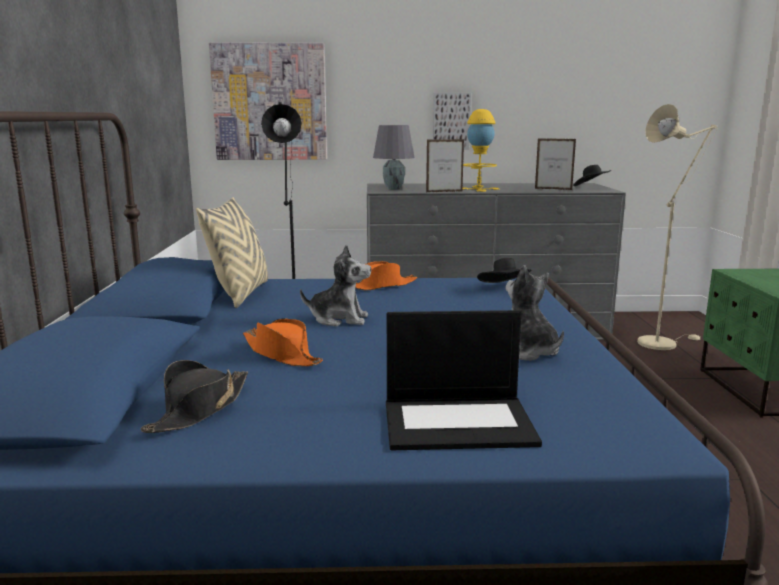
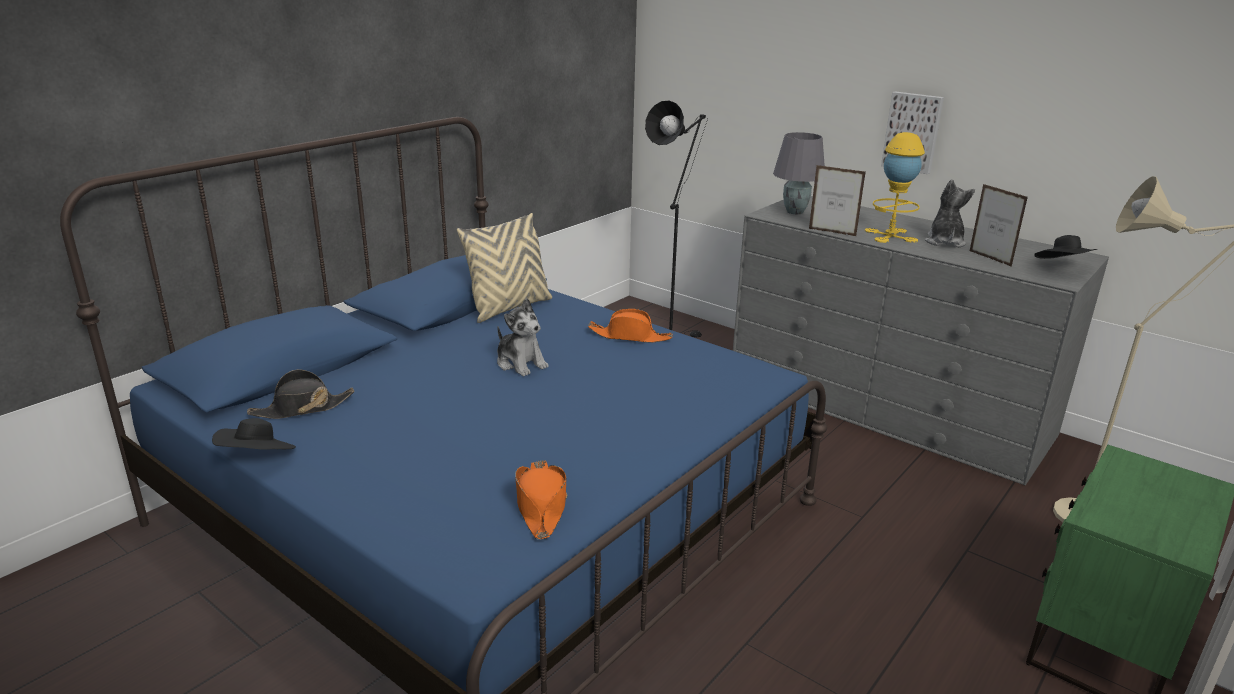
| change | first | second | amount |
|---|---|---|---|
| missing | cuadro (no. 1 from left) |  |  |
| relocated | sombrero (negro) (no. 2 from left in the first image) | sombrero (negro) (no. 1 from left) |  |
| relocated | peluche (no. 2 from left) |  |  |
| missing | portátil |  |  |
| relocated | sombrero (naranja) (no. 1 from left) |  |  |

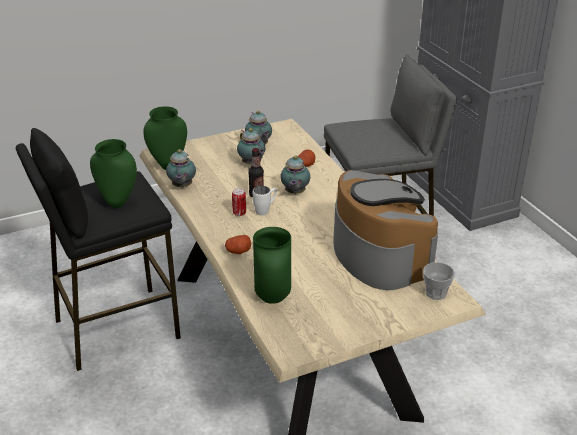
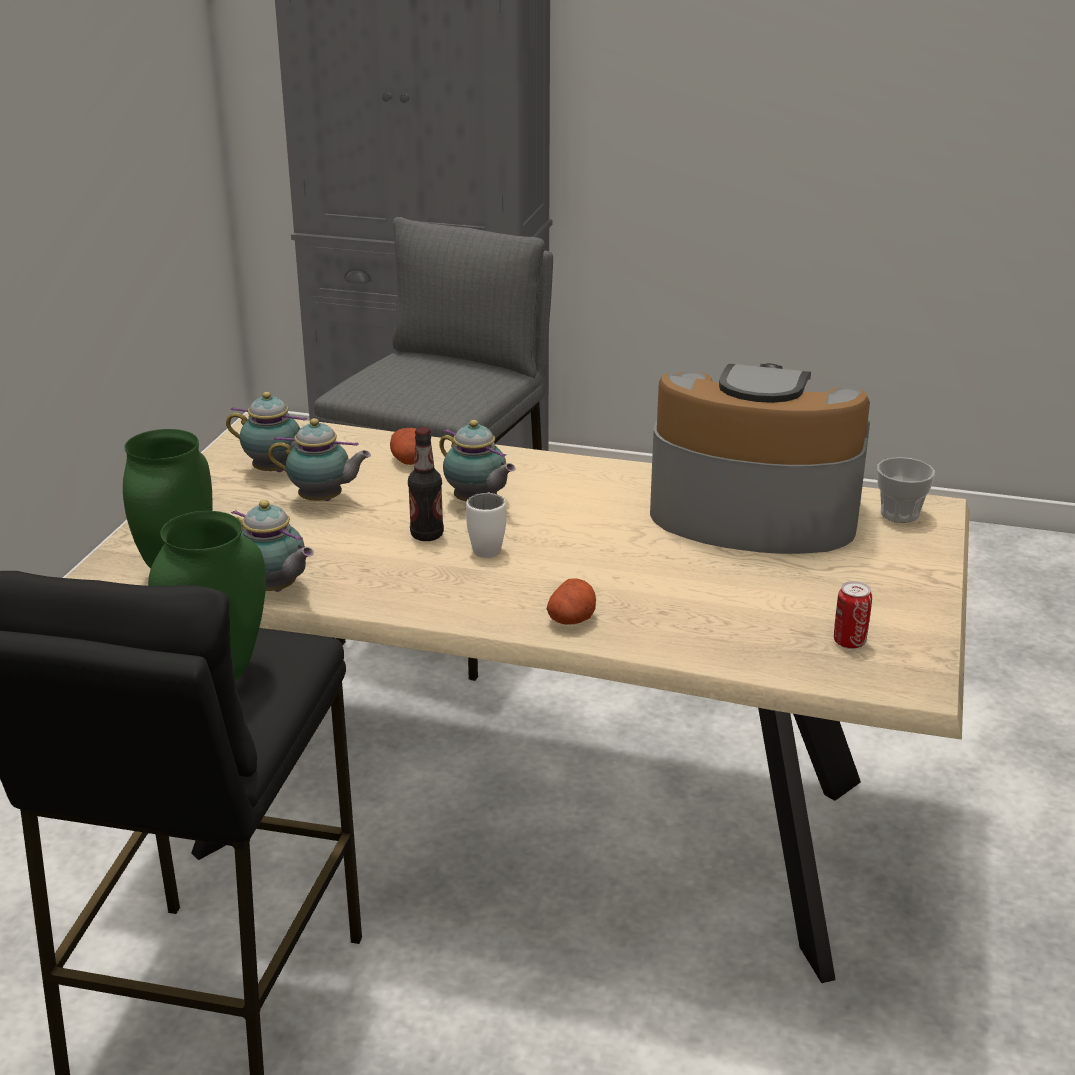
| change | first | second | amount |
|---|---|---|---|
| relocated | lata |  |  |
| missing | florero (verde) (no. 3 from left) |  |  |

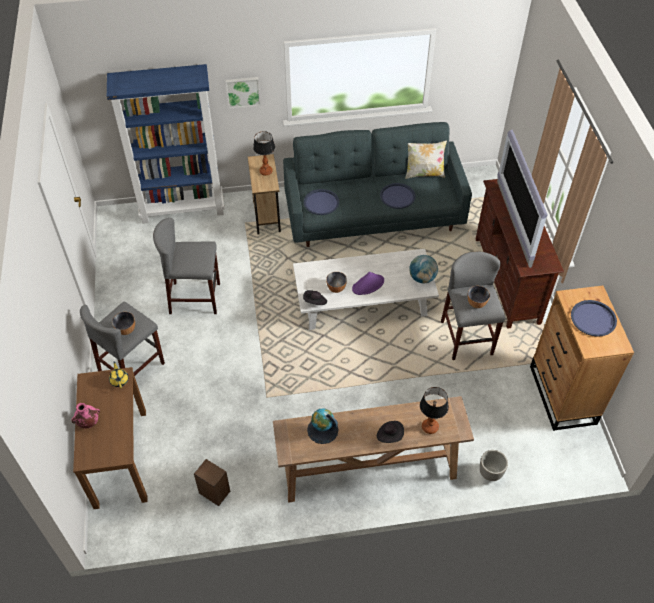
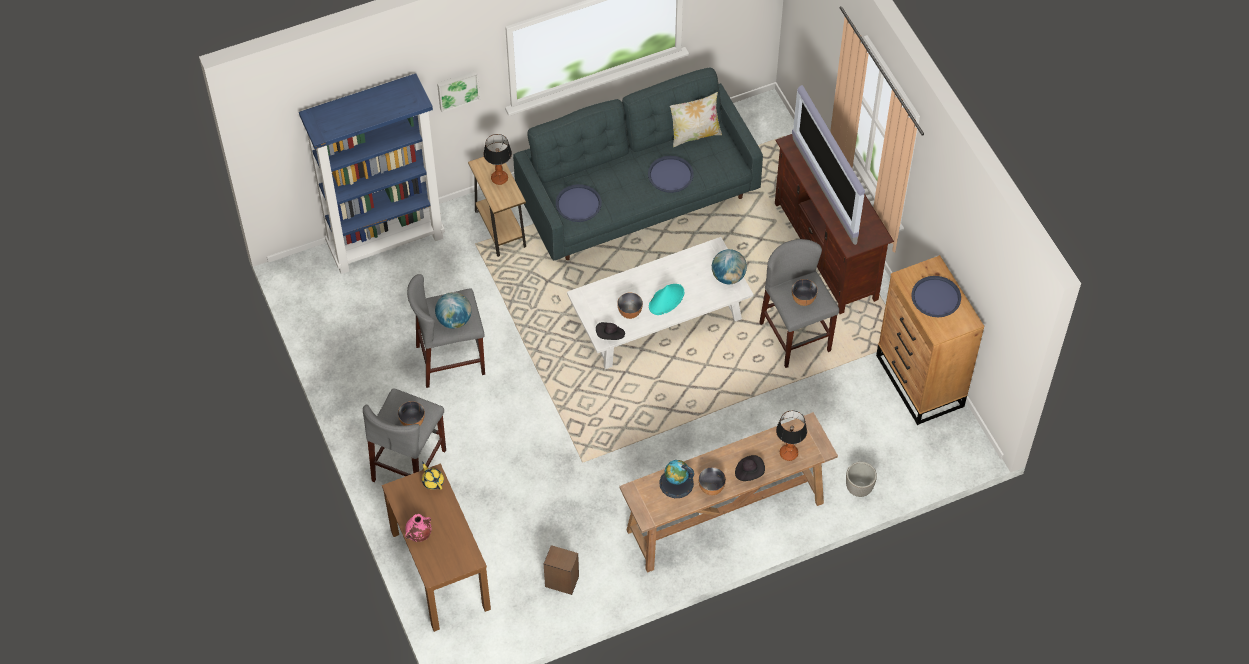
| change | first | second | amount |
|---|---|---|---|
| colour | sombrero (morado) | sombrero (turquesa) |  |
| appeared |  | globo terráqueo (no. 1 from left) |  |
| appeared |  | cuenco (no. 3 from left) |  |

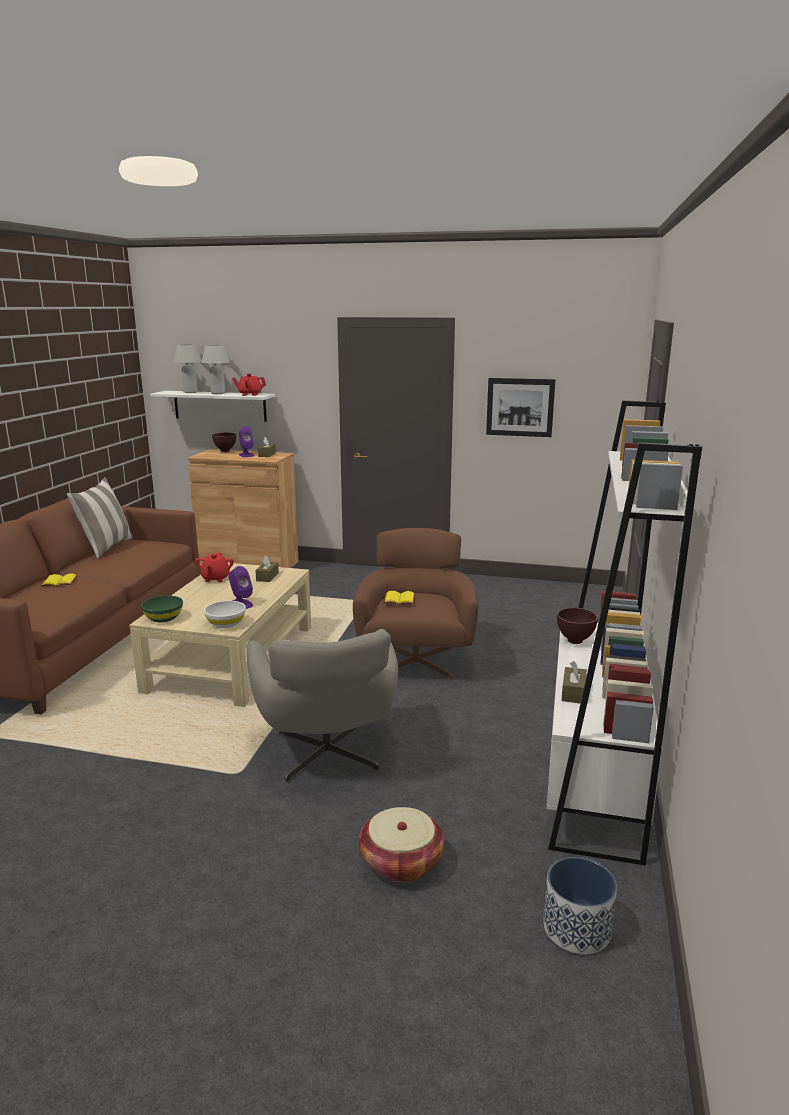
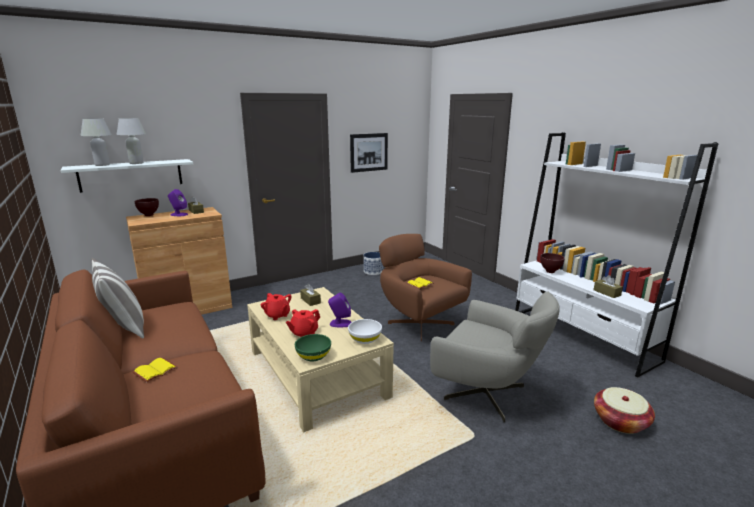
| change | first | second | amount |
|---|---|---|---|
| relocated | tetera (rojo) (no. 2 from left) |  |  |
| relocated | maceta |  |  |

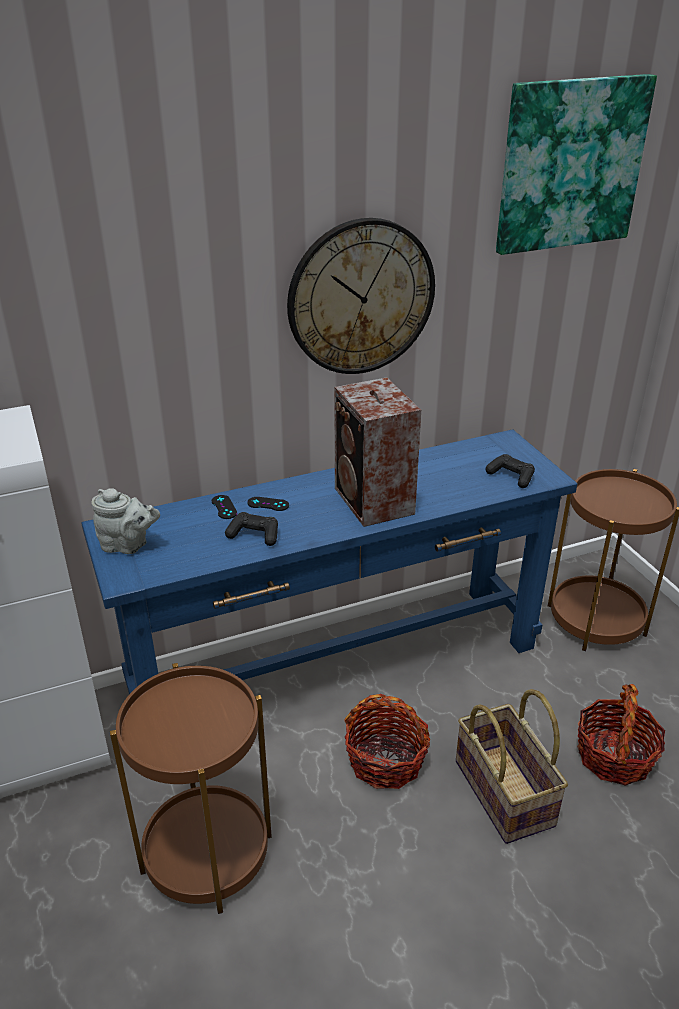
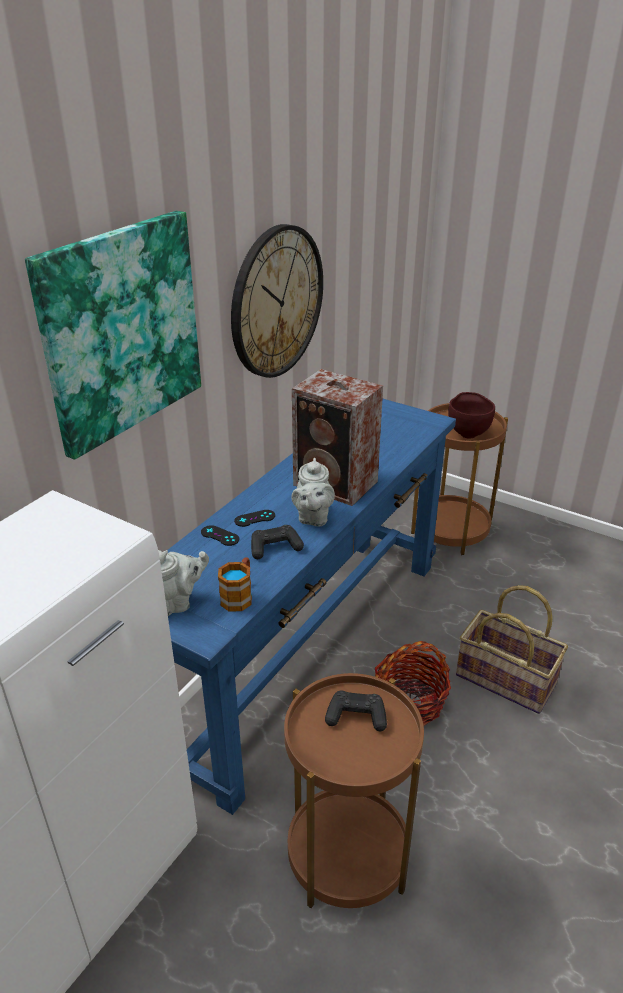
| change | first | second | amount |
|---|---|---|---|
| relocated | cuadro |  |  |
| relocated | mando de consola (negro) (no. 4 from left) |  |  |
| missing | cesta (no. 3 from left) |  |  |
| appeared |  | cuenco (marrón) |  |
| appeared |  | tetera (gris) (no. 2 from left) |  |
| appeared |  | taza grande |  |

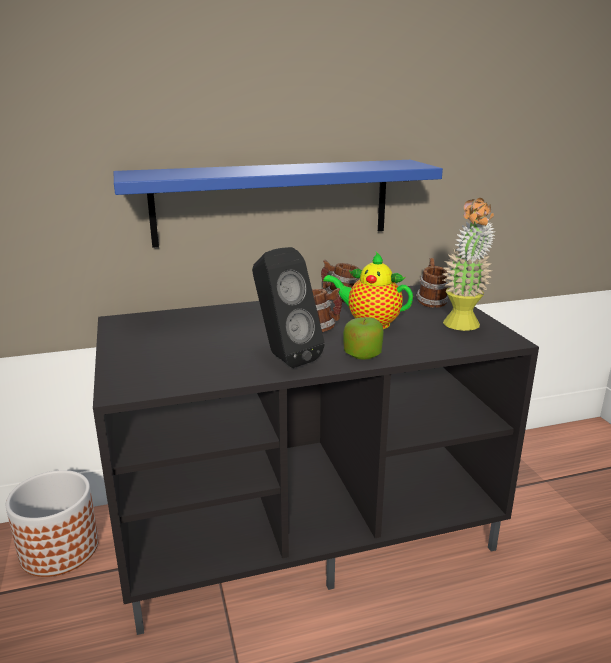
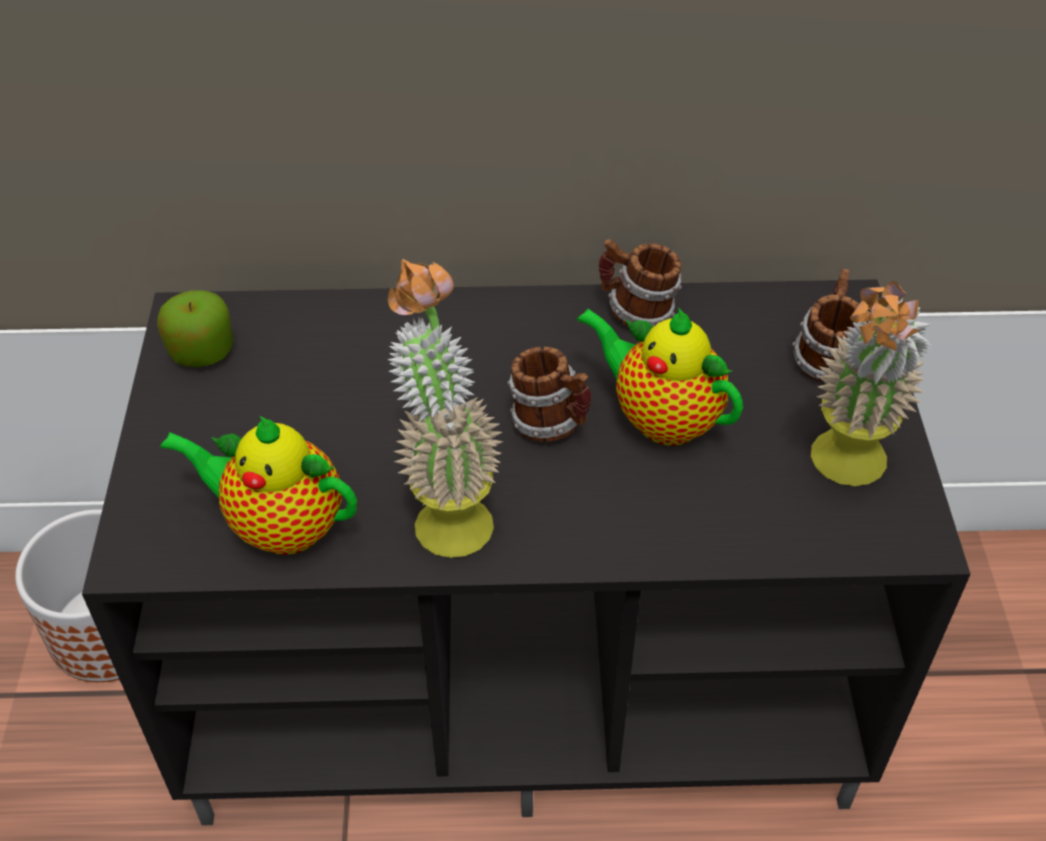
| change | first | second | amount |
|---|---|---|---|
| missing | estante (azul) |  |  |
| exchanged | altavoz (negro) | planta en maceta (no. 1 from left) |  |
| relocated | manzana |  |  |
| appeared |  | tetera (no. 1 from left) |  |

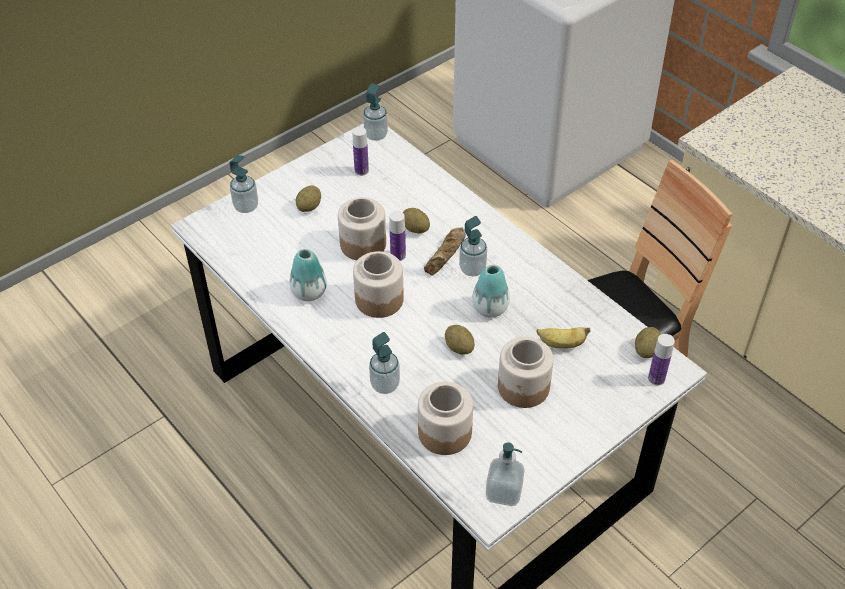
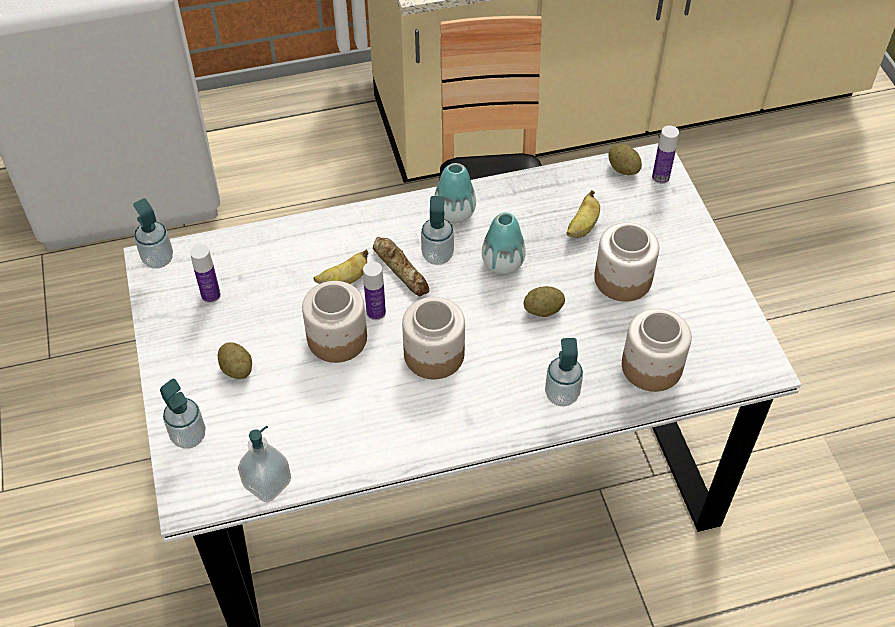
| change | first | second | amount |
|---|---|---|---|
| exchanged | patata (no. 2 from left) | plátano (no. 1 from left) |  |
| relocated | florero (no. 1 from left) |  |  |
| relocated | dispensador de jabón (no. 5 from left in the first image) | dispensador de jabón (no. 3 from left) |  |

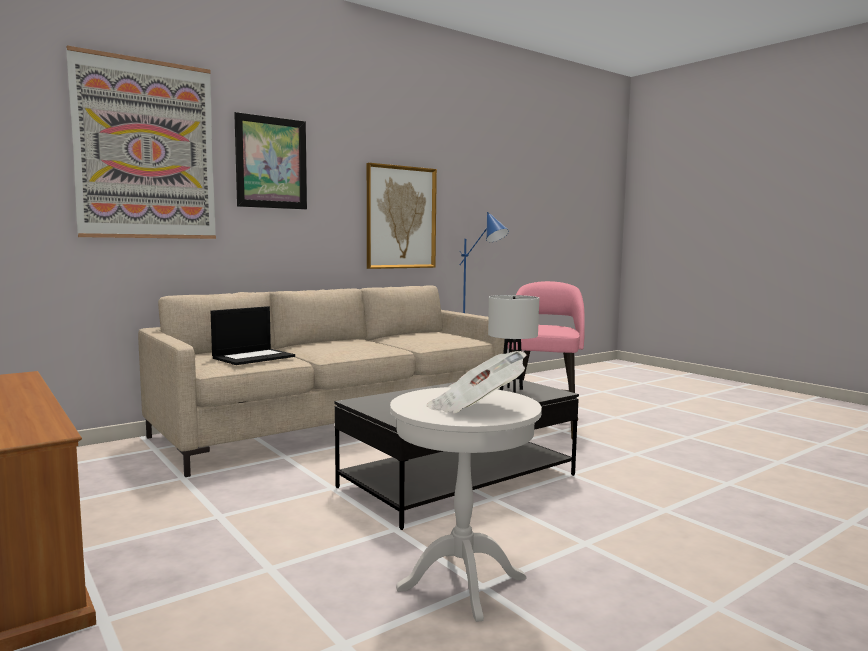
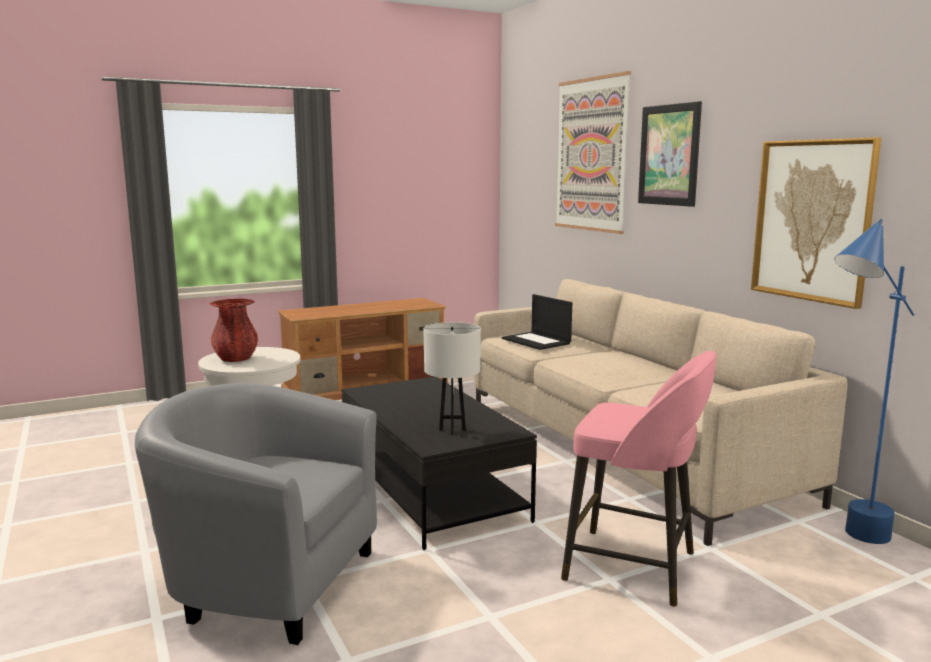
| change | first | second | amount |
|---|---|---|---|
| exchanged | periódico | florero (rojo) |  |
| appeared |  | sillón (gris) |  |

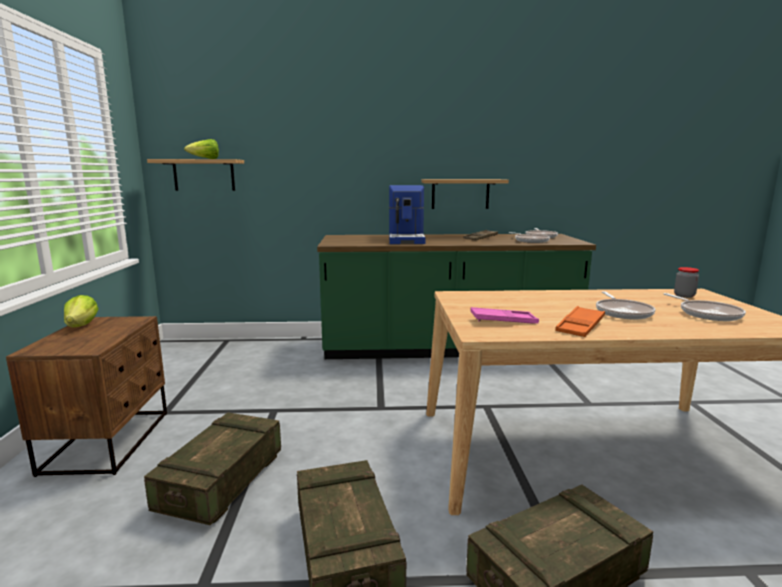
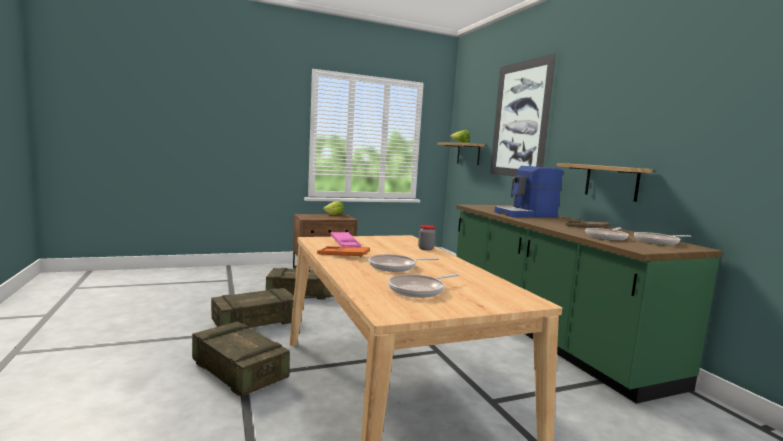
| change | first | second | amount |
|---|---|---|---|
| relocated | tarro |  |  |
| appeared |  | cuadro |  |

